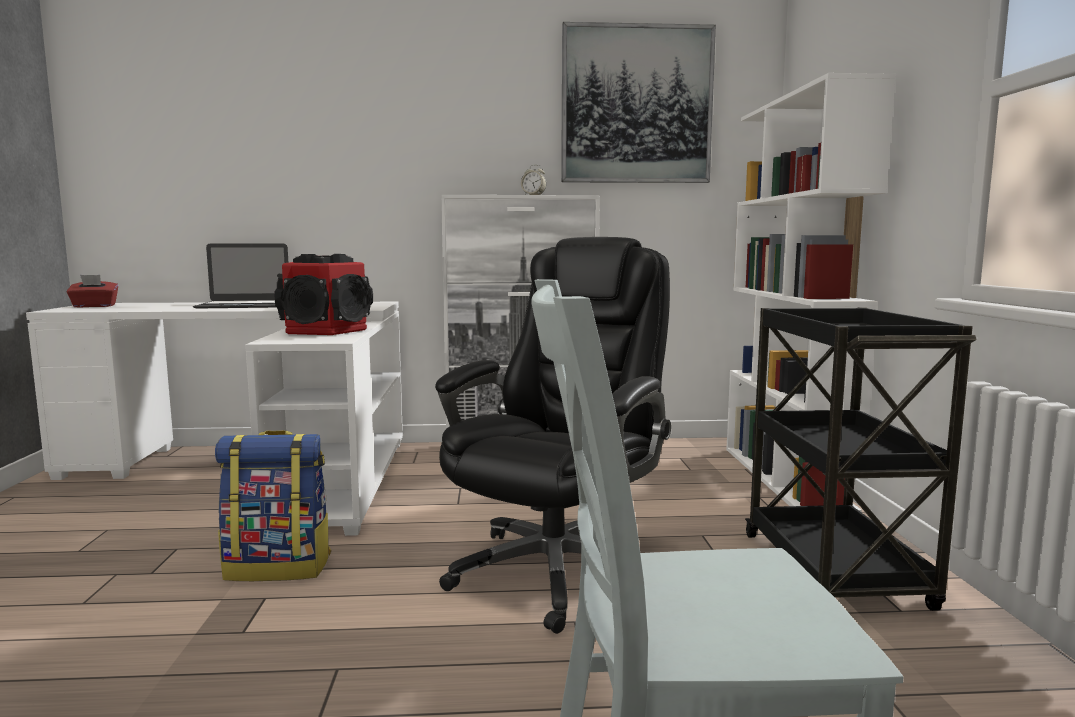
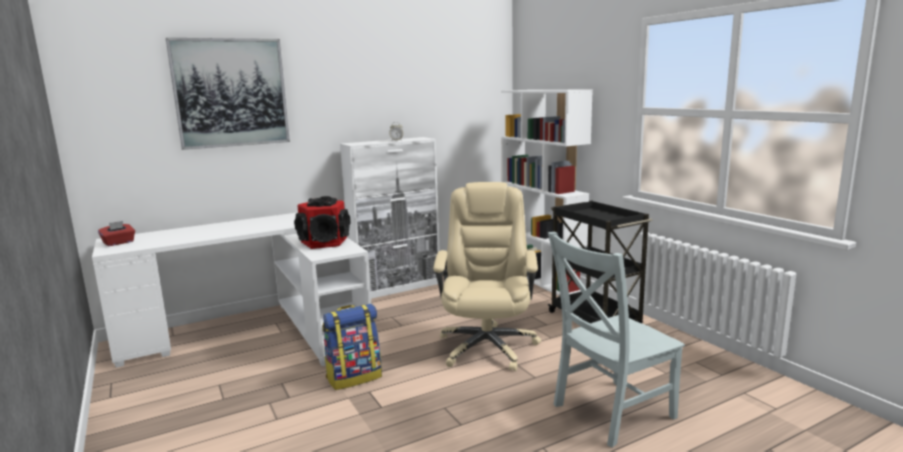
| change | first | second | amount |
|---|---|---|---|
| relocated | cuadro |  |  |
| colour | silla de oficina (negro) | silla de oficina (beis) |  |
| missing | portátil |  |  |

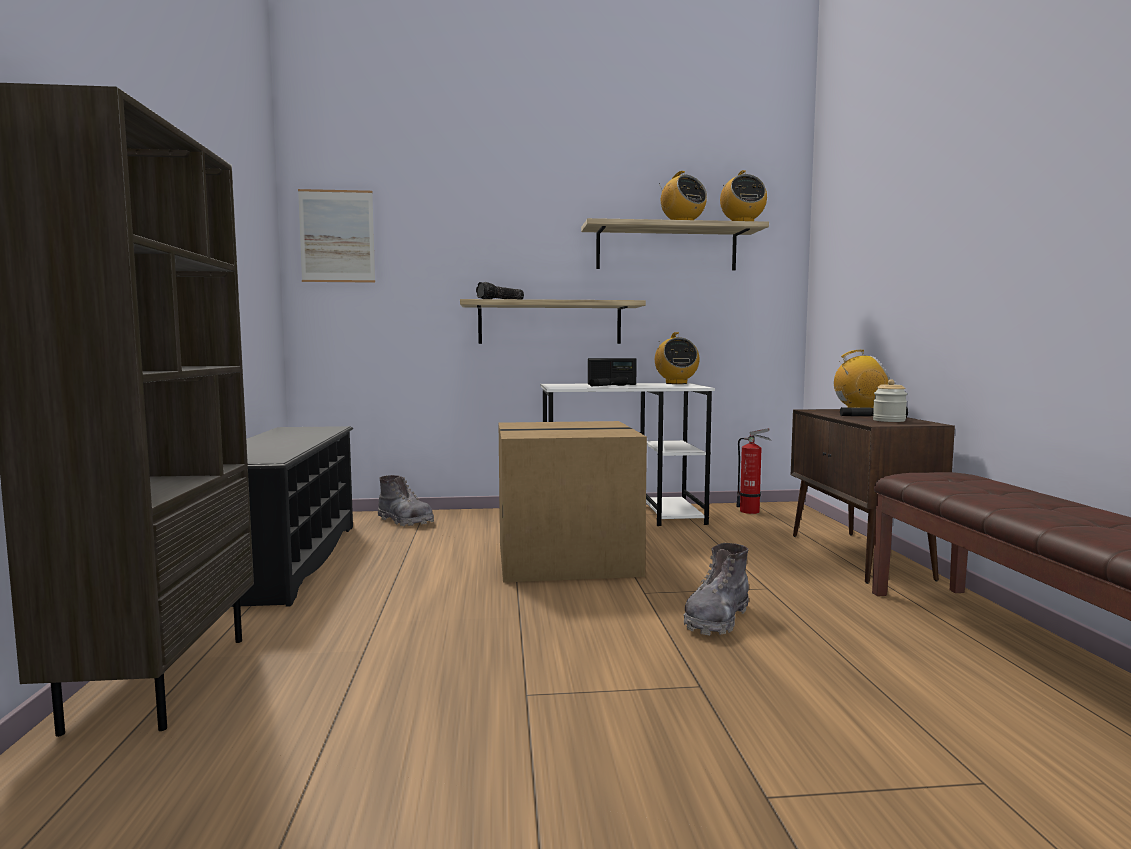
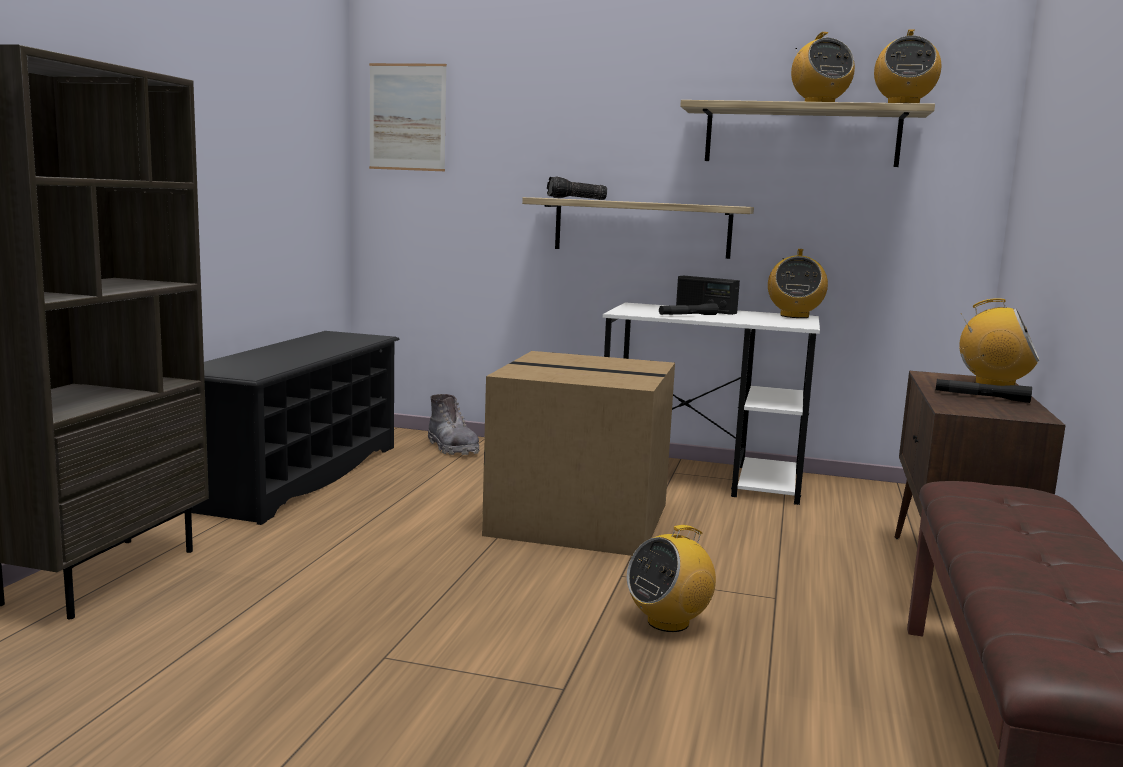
| change | first | second | amount |
|---|---|---|---|
| missing | tarro |  |  |
| missing | extintor |  |  |
| exchanged | bota (gris) (no. 2 from left) | radio (no. 1 from left) |  |

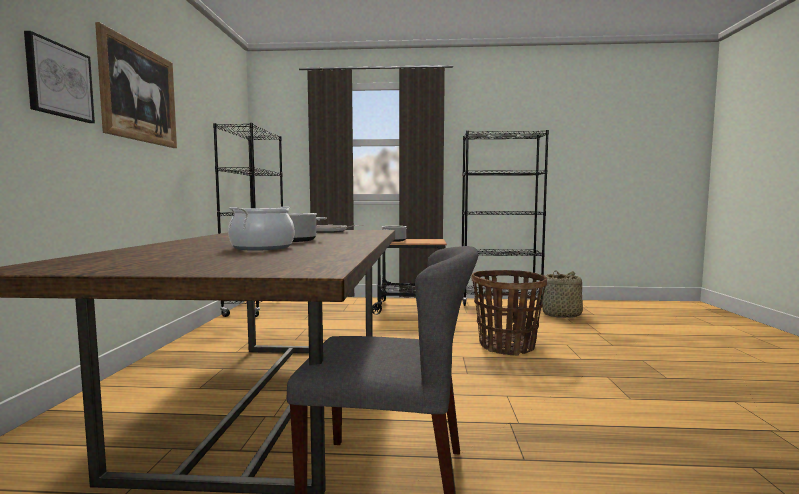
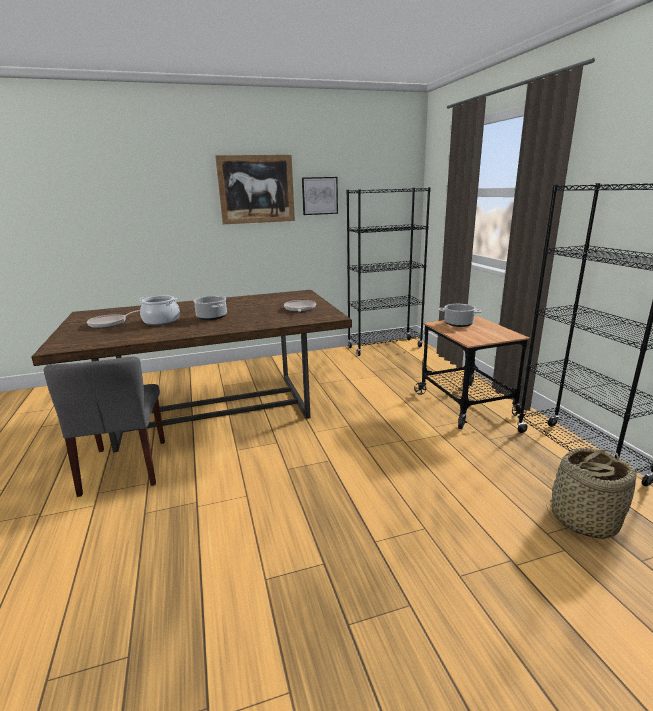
| change | first | second | amount |
|---|---|---|---|
| relocated | cuadro (no. 1 from left in the first image) | cuadro (no. 2 from left) |  |
| missing | cesta (no. 1 from left) |  |  |
| appeared |  | sartén (no. 1 from left) |  |

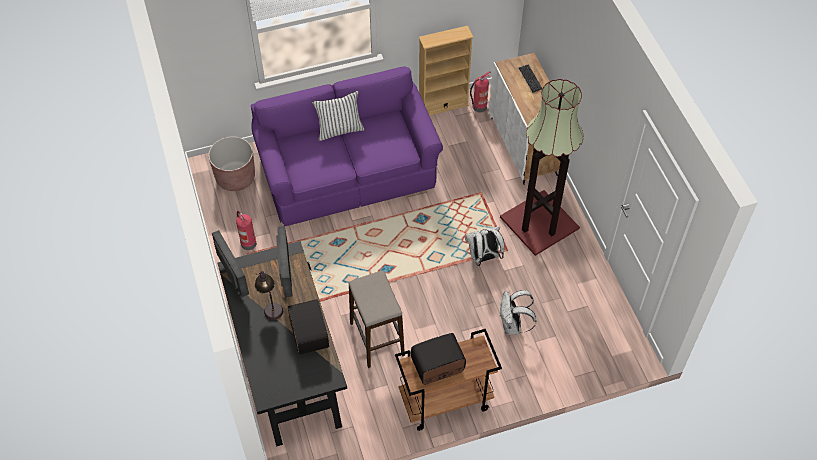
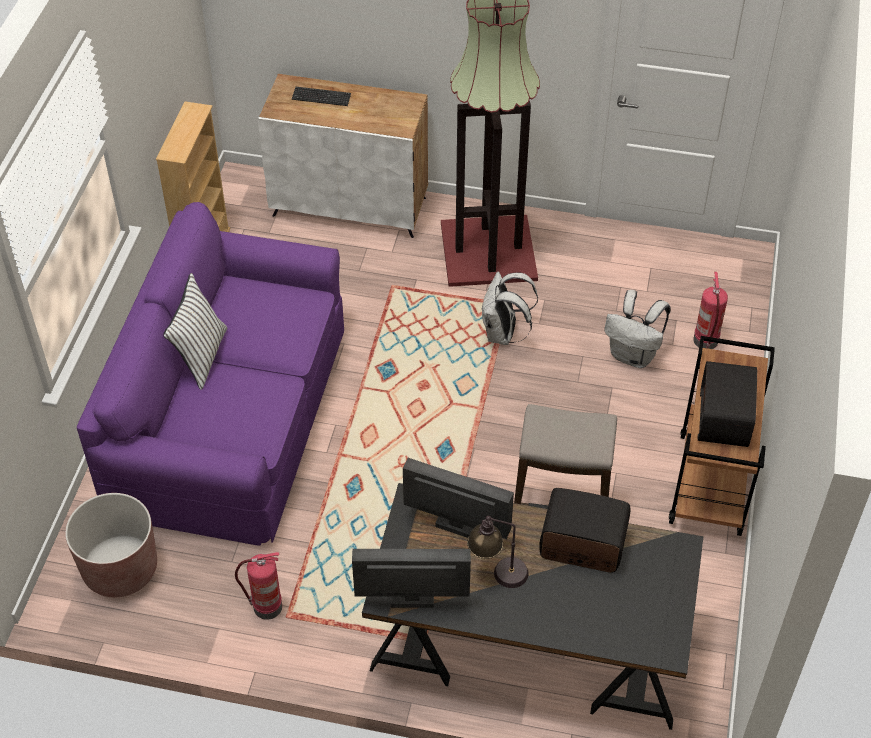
| change | first | second | amount |
|---|---|---|---|
| relocated | extintor (no. 2 from left) |  |  |

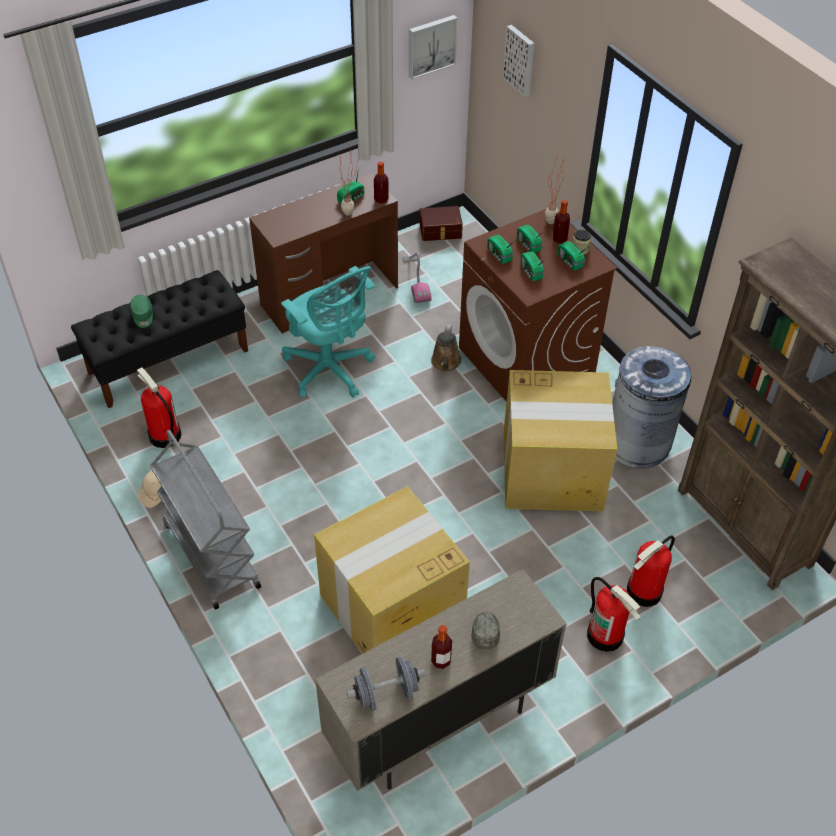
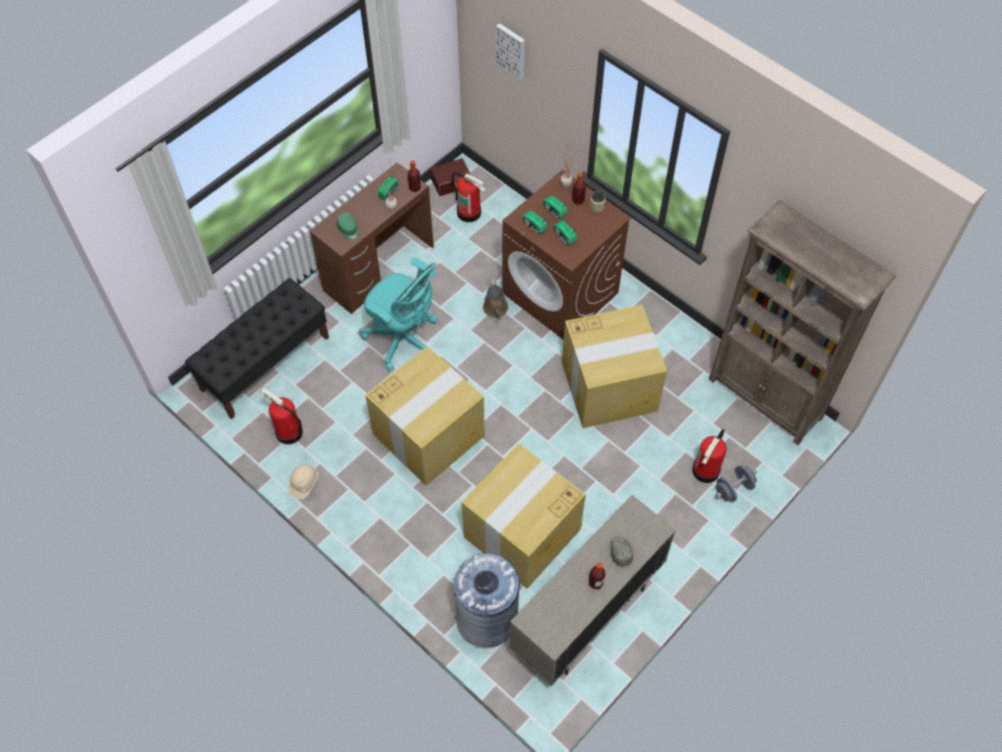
| change | first | second | amount |
|---|---|---|---|
| missing | cuadro (no. 1 from left) |  |  |
| missing | radio (no. 5 from left) |  |  |
| missing | aspiradora |  |  |
| relocated | gorra (verde) |  |  |
| relocated | papelera (gris) |  |  |
| missing | carrito (gris) |  |  |
| relocated | extintor (no. 2 from left) |  |  |
| relocated | mancuerna (gris) |  |  |
| appeared |  | caja de cartón (no. 1 from left) |  |

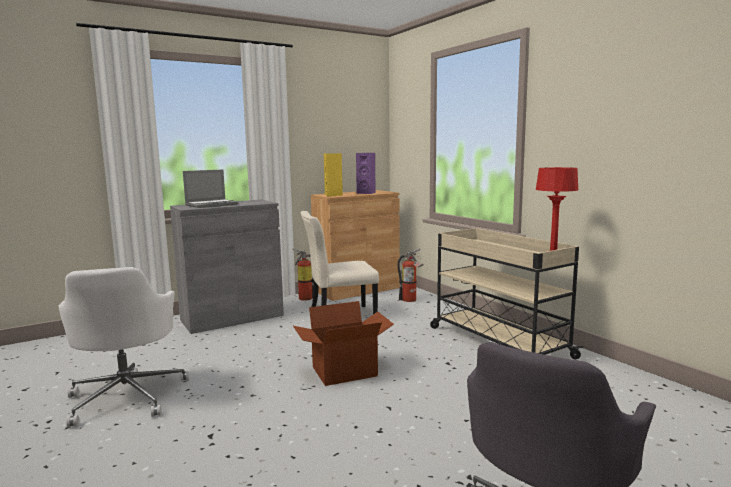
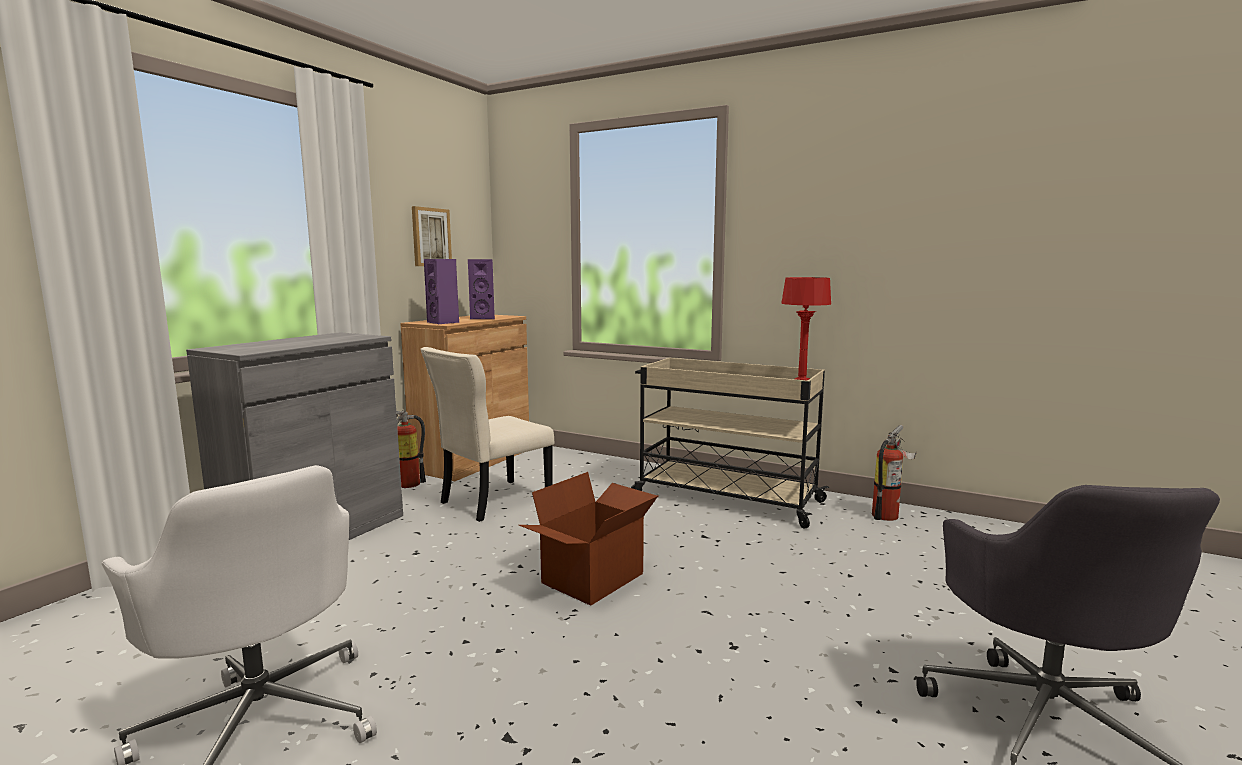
| change | first | second | amount |
|---|---|---|---|
| colour | altavoz (amarillo) | altavoz (morado) (no. 1 from left) |  |
| missing | portátil |  |  |
| relocated | extintor (no. 2 from left) |  |  |
| appeared |  | cuadro |  |

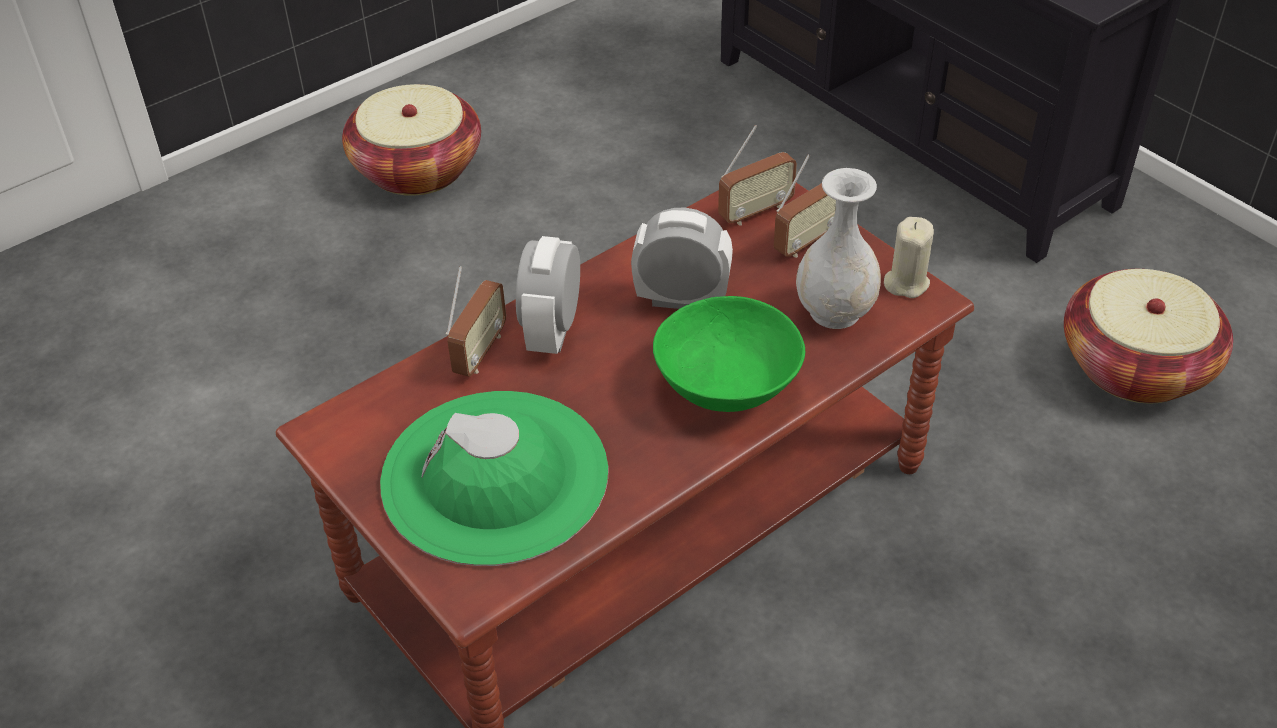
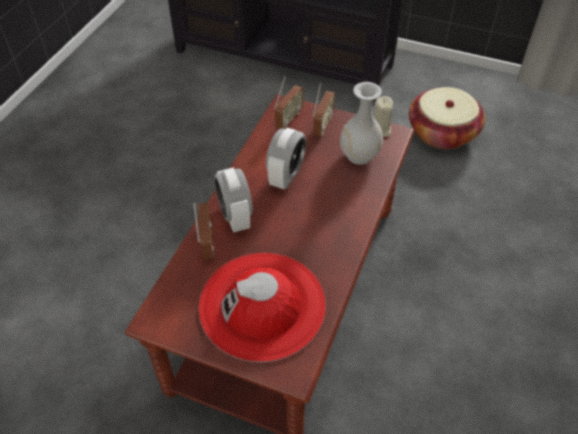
| change | first | second | amount |
|---|---|---|---|
| missing | cesta (no. 1 from left) |  |  |
| spun | despertador (no. 2 from left) |  | 135 degrees clockwise |
| missing | cuenco (verde) |  |  |
| colour | sombrero (verde) | sombrero (rojo) |  |

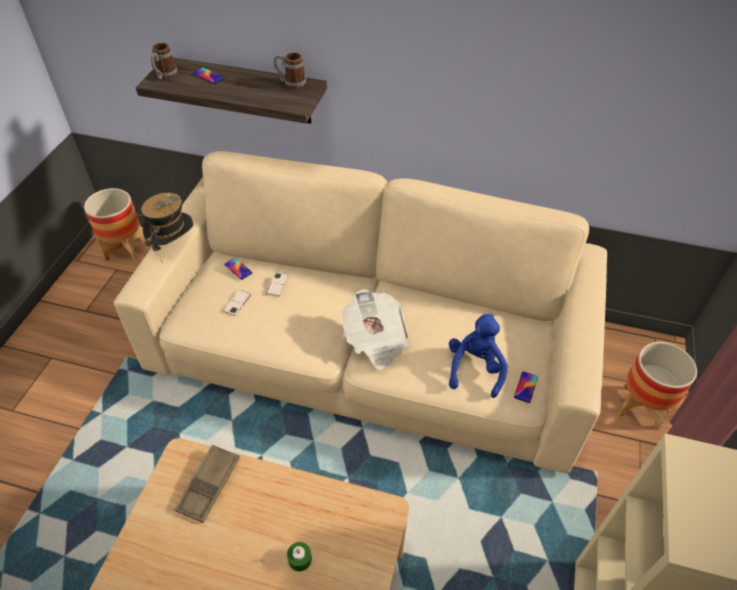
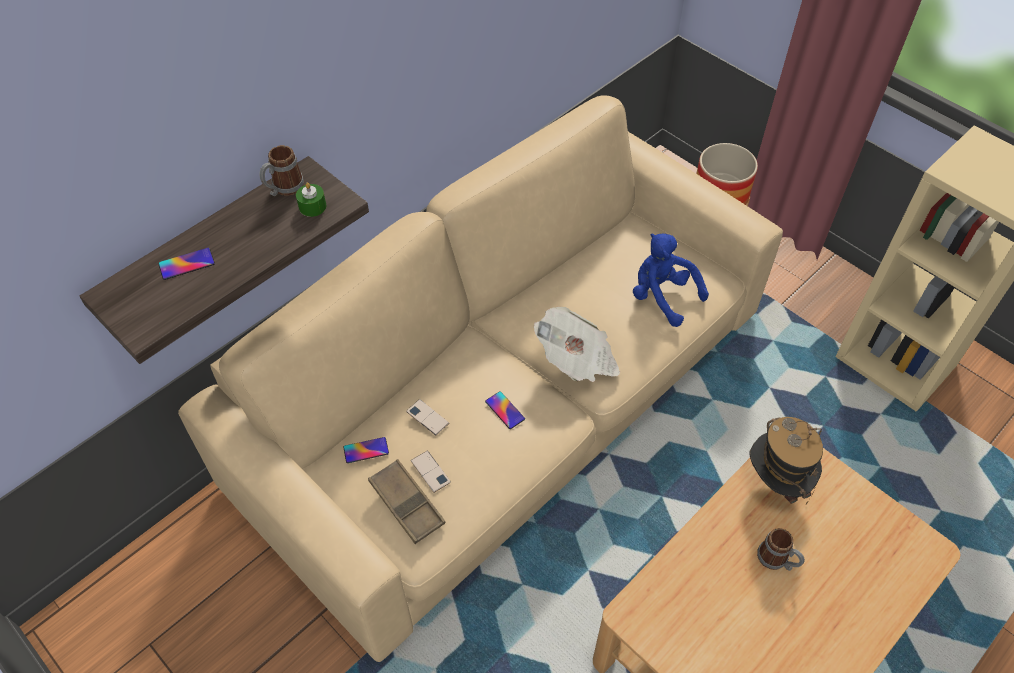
| change | first | second | amount |
|---|---|---|---|
| relocated | taza grande (no. 1 from left in the first image) | taza grande (no. 2 from left) |  |
| missing | maceta (no. 1 from left) |  |  |
| relocated | sombrero |  |  |
| relocated | móvil (no. 5 from left) |  |  |
| relocated | bandeja (marrón) |  |  |
| relocated | vela (verde) |  |  |

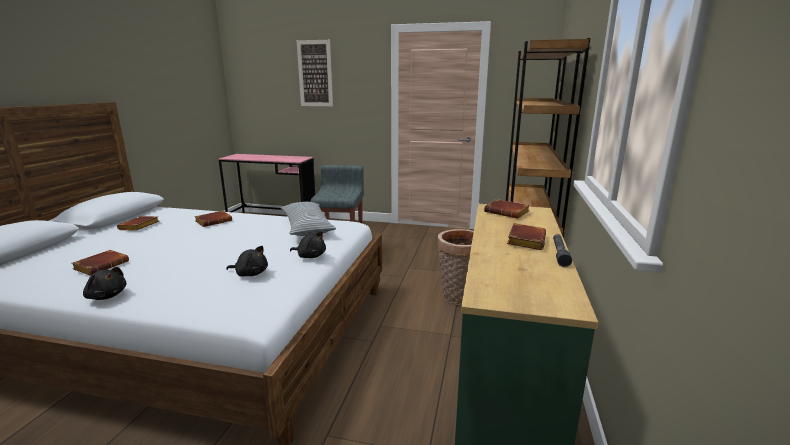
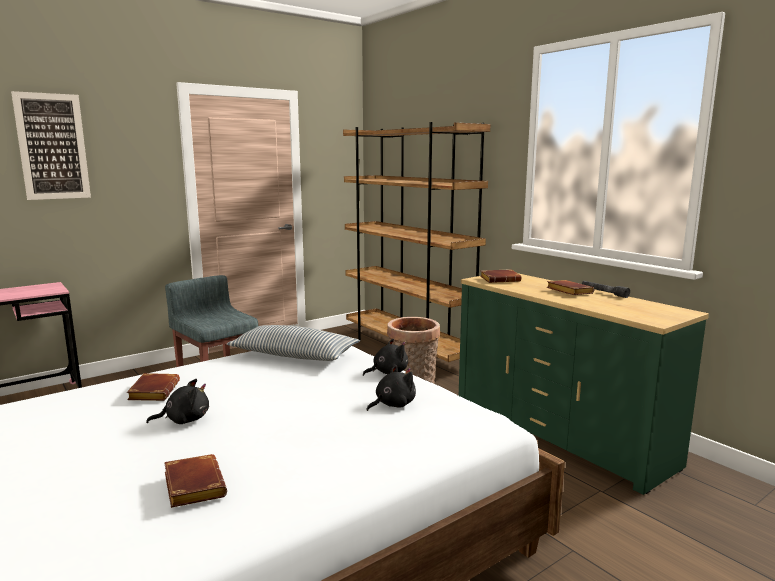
| change | first | second | amount |
|---|---|---|---|
| missing | libro (marrón) (no. 2 from left) |  |  |
| relocated | peluche (negro) (no. 1 from left) |  |  |

